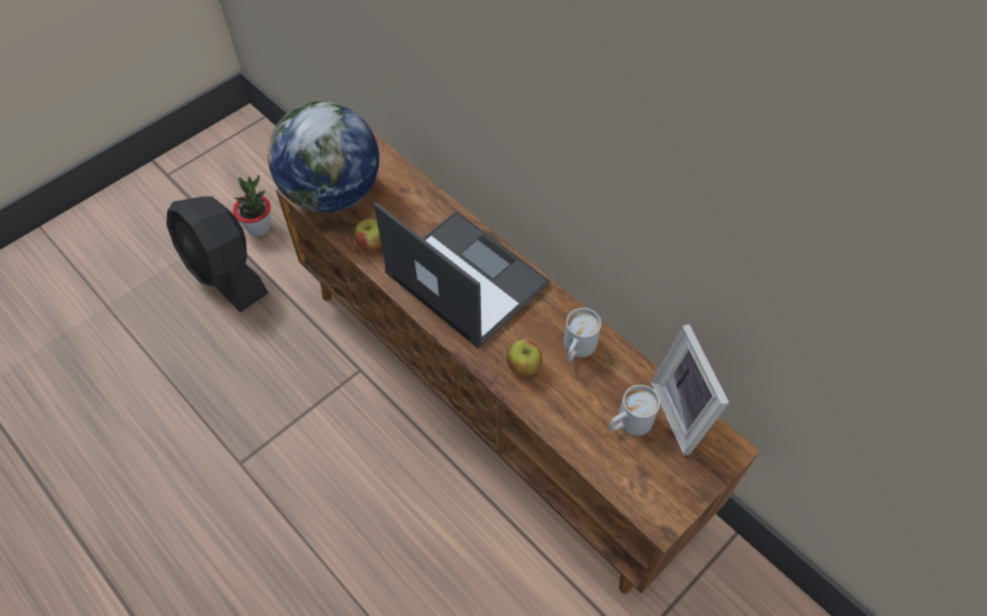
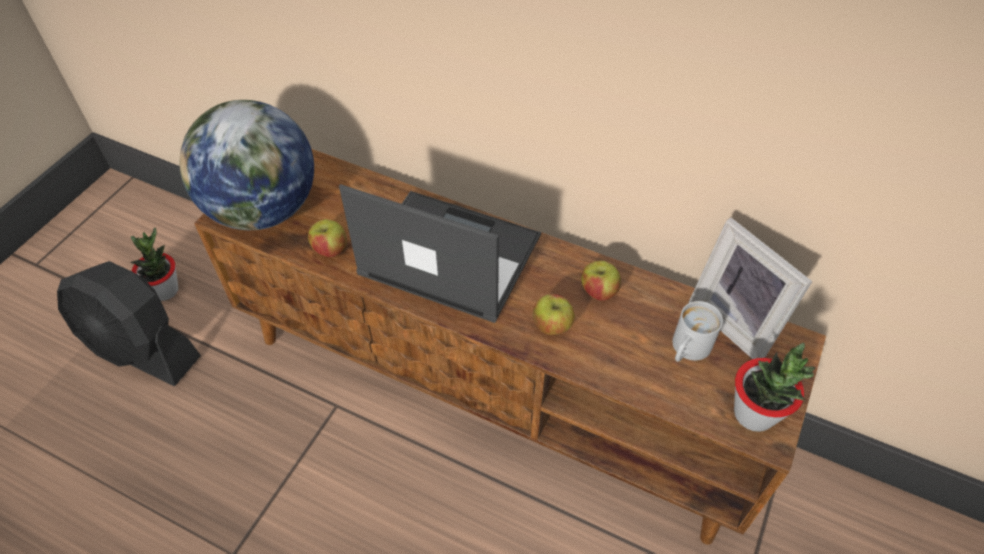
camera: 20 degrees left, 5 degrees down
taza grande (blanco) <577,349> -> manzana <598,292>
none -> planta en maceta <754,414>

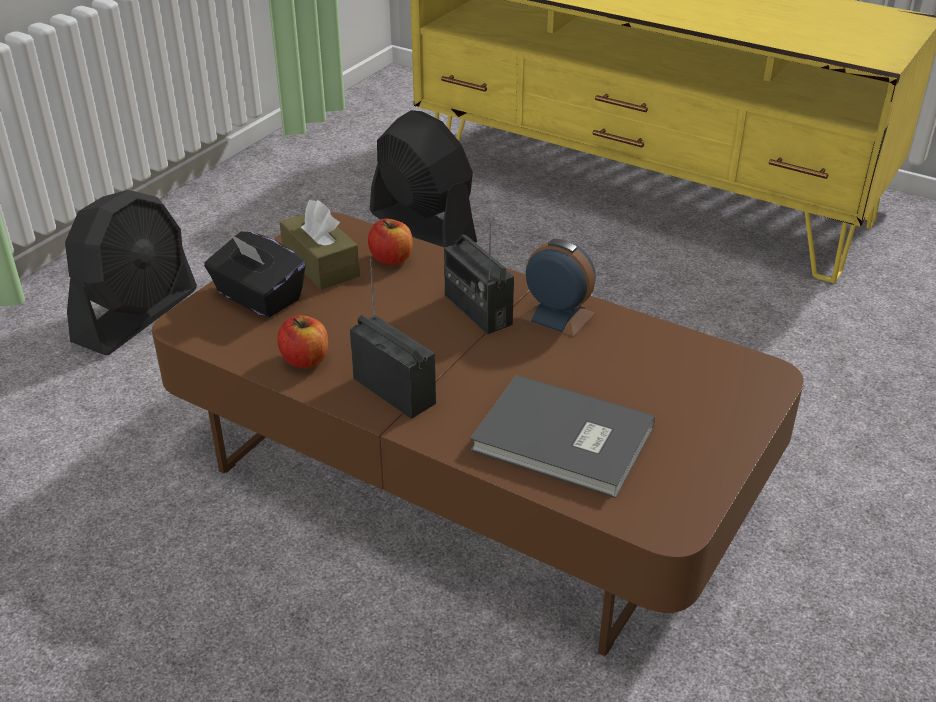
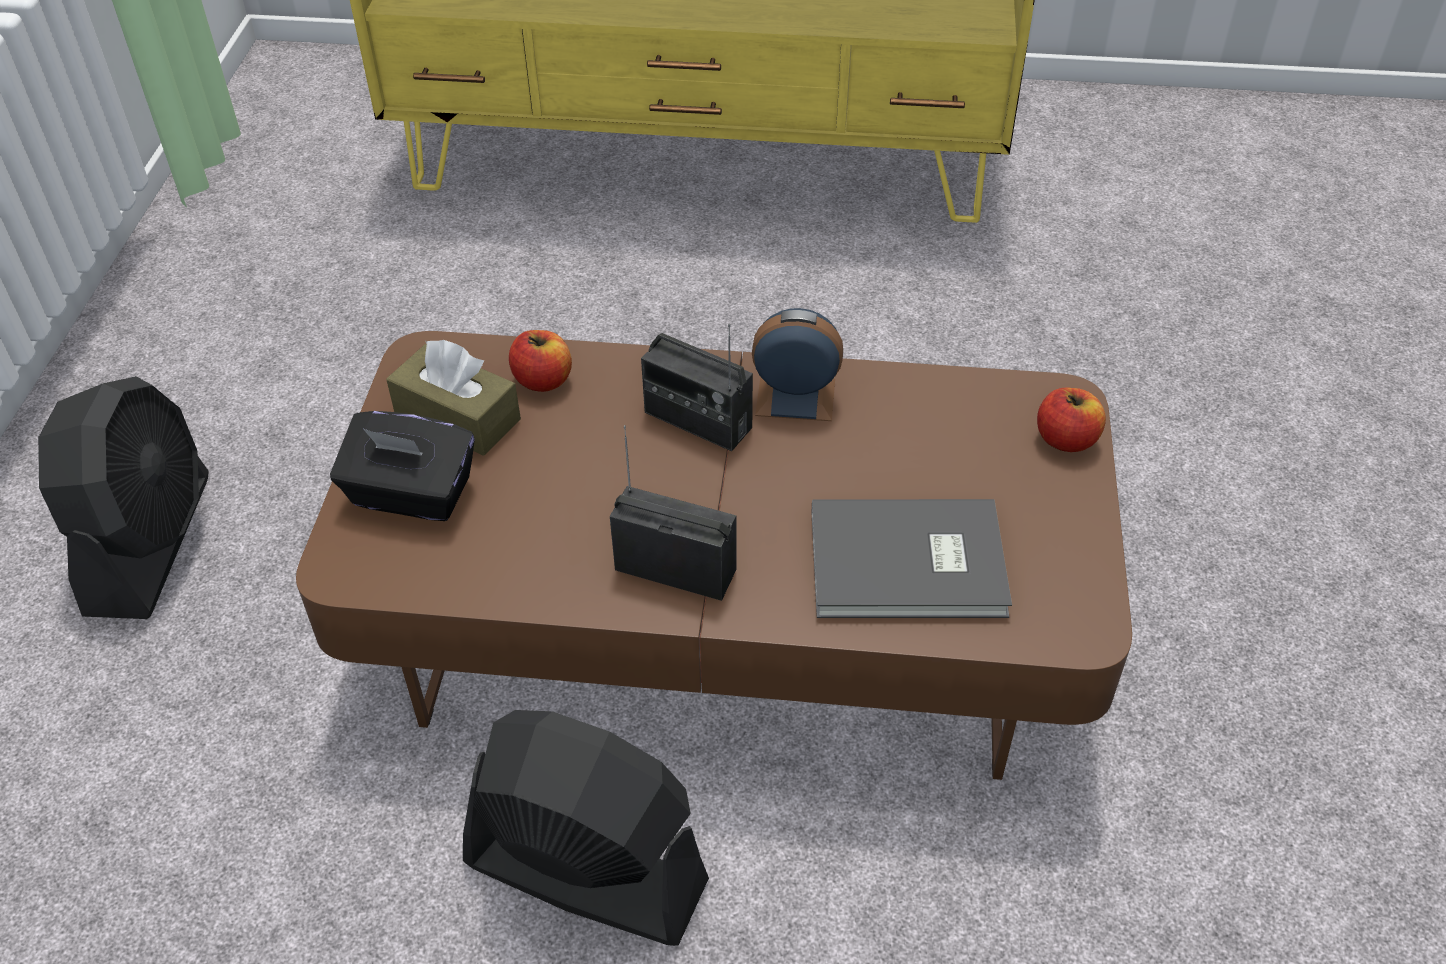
camera: 25 degrees left, 10 degrees up
ventilador (negro) <422,227> -> ventilador (negro) <585,871>, shifted
manzana <305,360> -> manzana <1066,439>, shifted

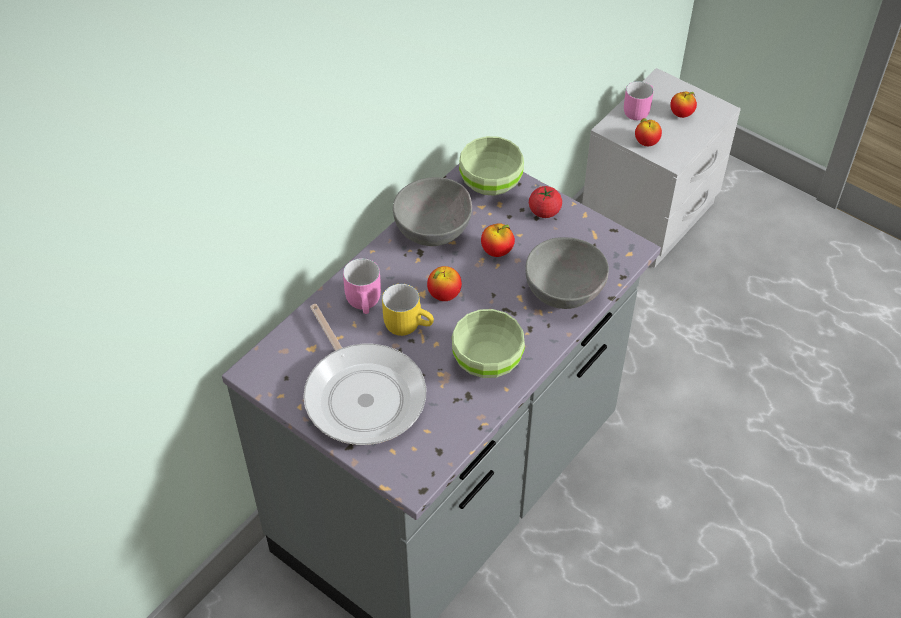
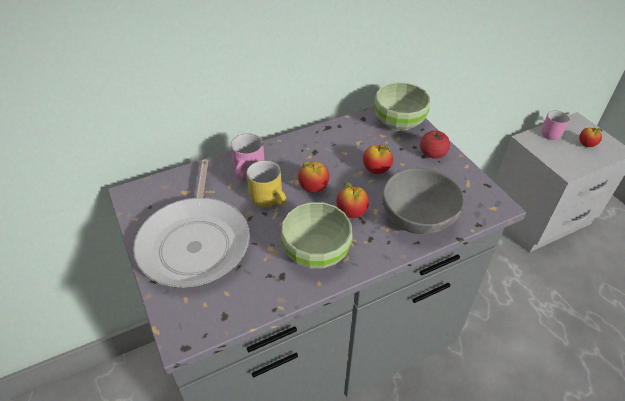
camera: 25 degrees right, 5 degrees down
manzana <646,142> -> manzana <351,213>, shifted
cuenco (gris) <435,230> -> none

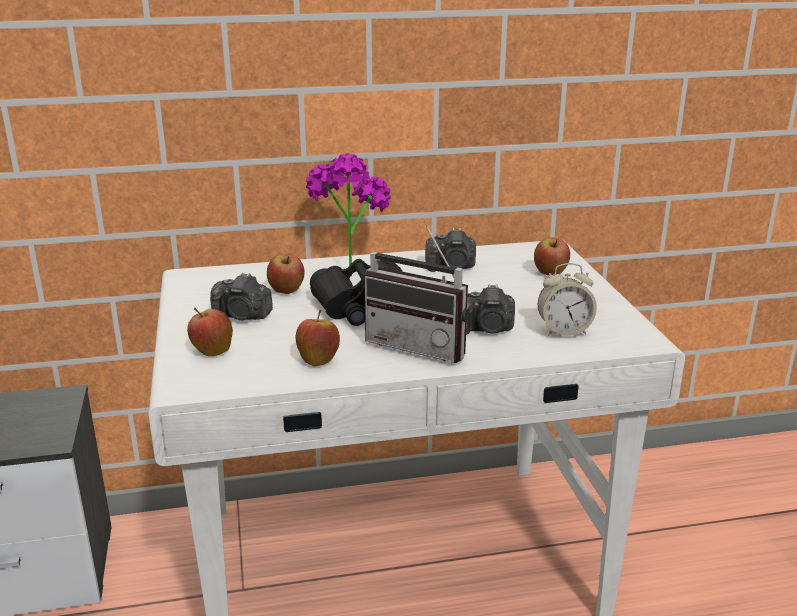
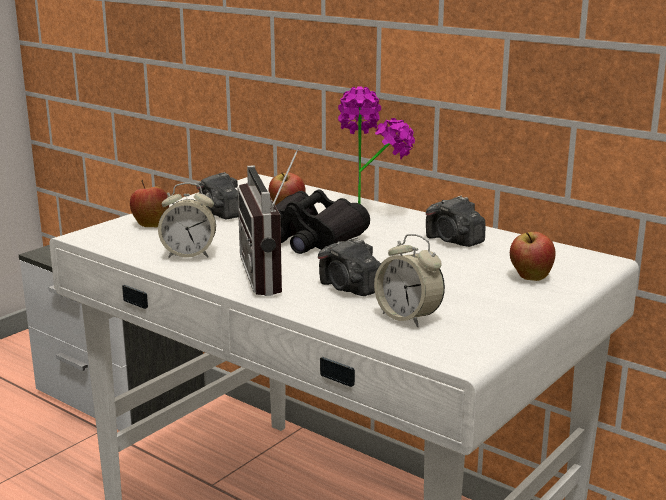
camera: 50 degrees right, 5 degrees down
manzana <318,360> -> despertador <189,254>

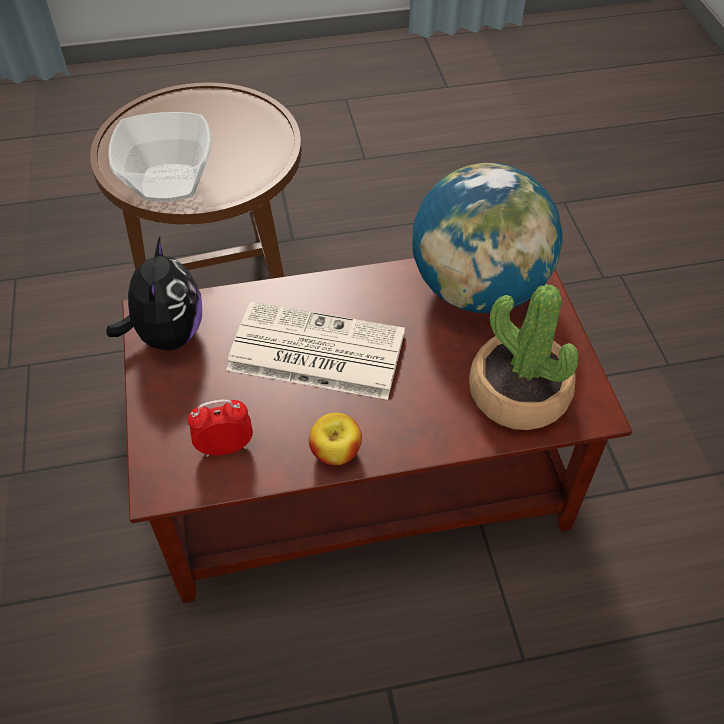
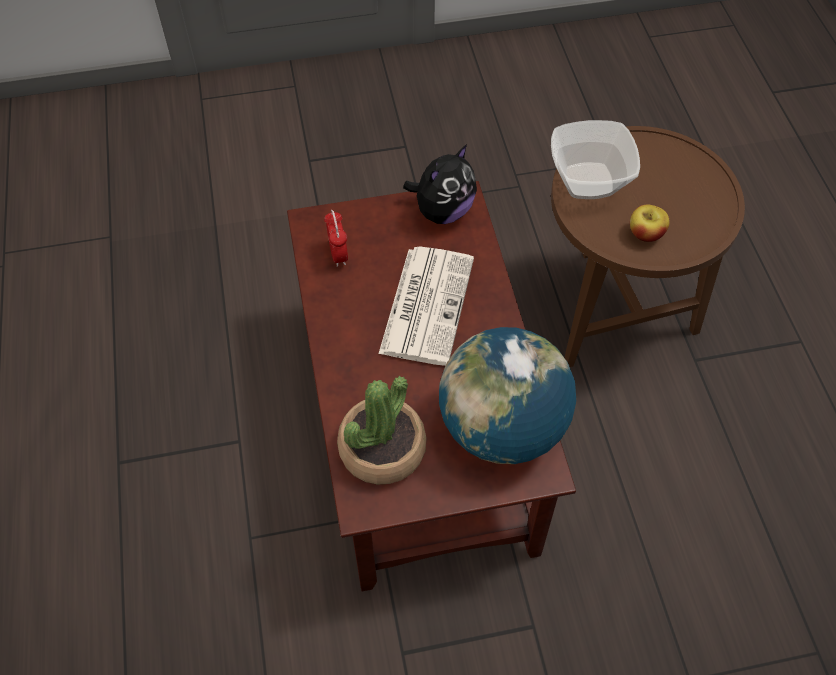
camera: 90 degrees right, 5 degrees up
peluche <167,335> -> peluche <442,211>, 45 degrees counterclockwise
manzana <336,452> -> manzana <645,234>, shifted

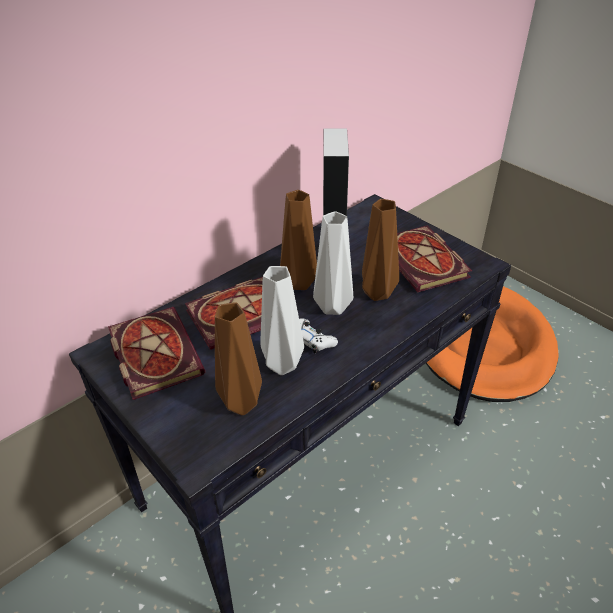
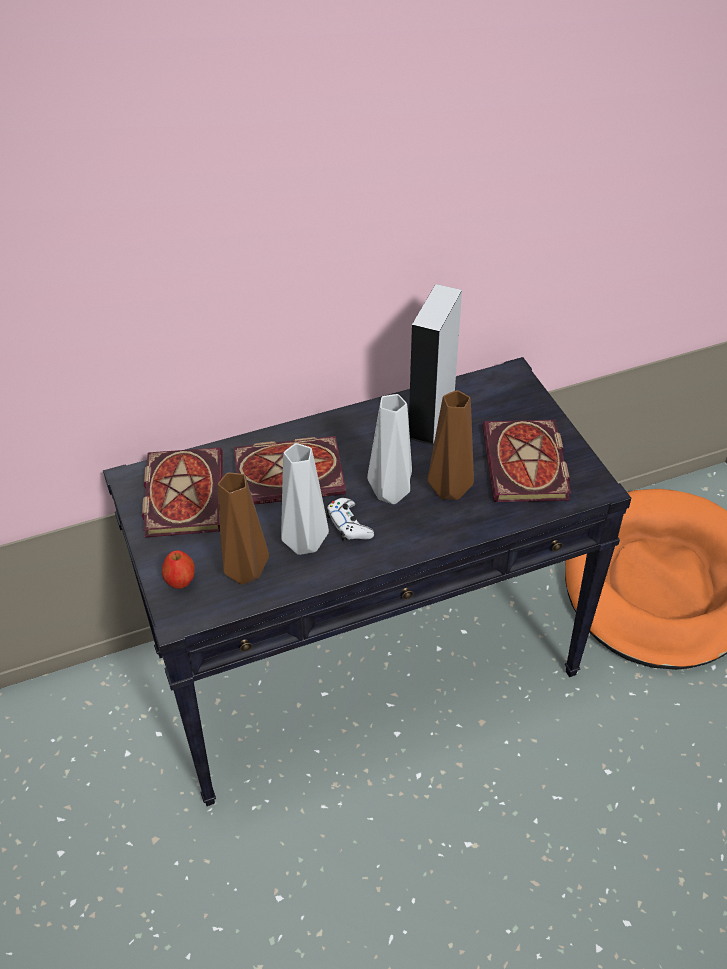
camera: 20 degrees right, 5 degrees up
none -> manzana <180,581>
florero (marrón) <299,284> -> none

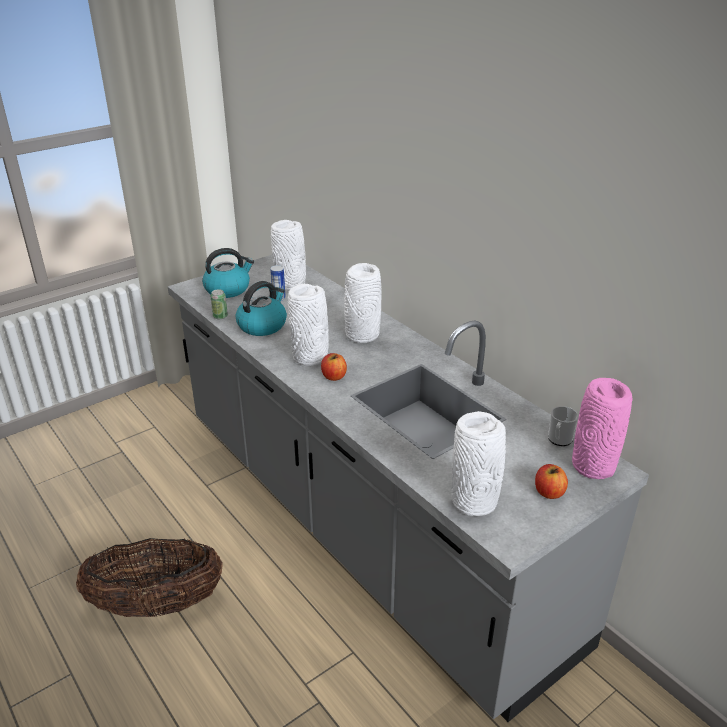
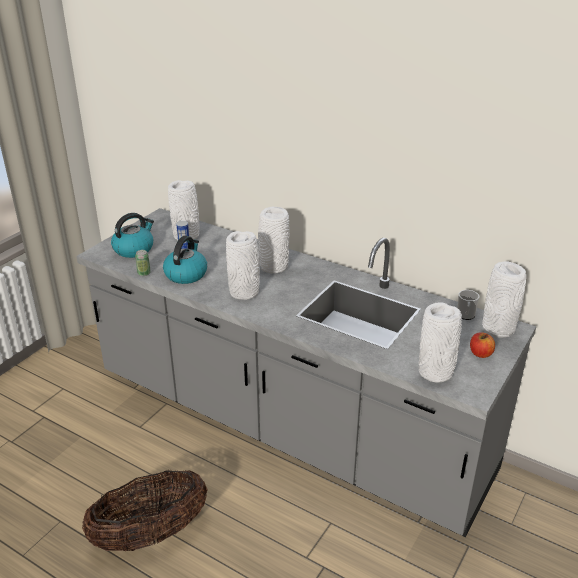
camera: 20 degrees left, 0 degrees up
florero (rosa) <593,467> -> florero (blanco) <498,329>
manzana <334,376> -> none

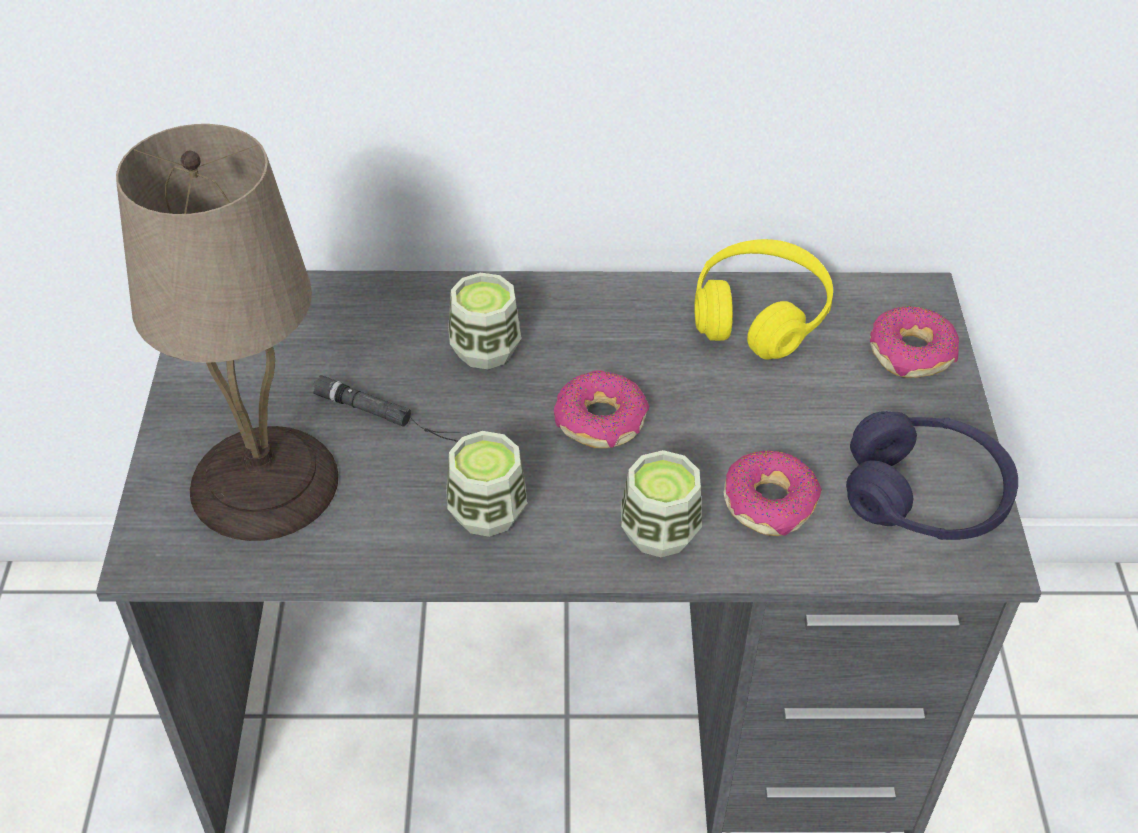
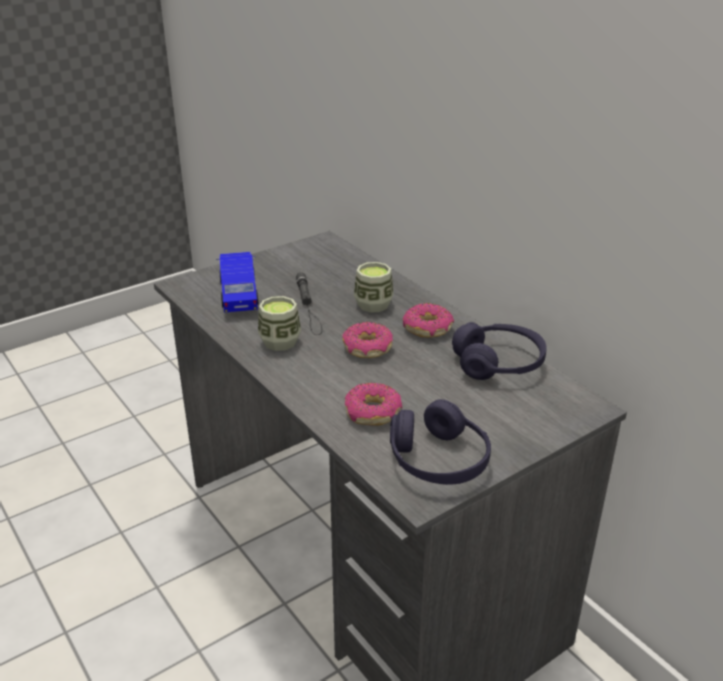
camera: 55 degrees right, 15 degrees down
lámpara de mesa (beis) <265,485> -> coche de juguete (azul) <238,291>
rosquilla <911,353> -> rosquilla <428,328>, shifted
auriculares (amarillo) <759,315> -> auriculares (morado) <498,363>
taza <659,532> -> none

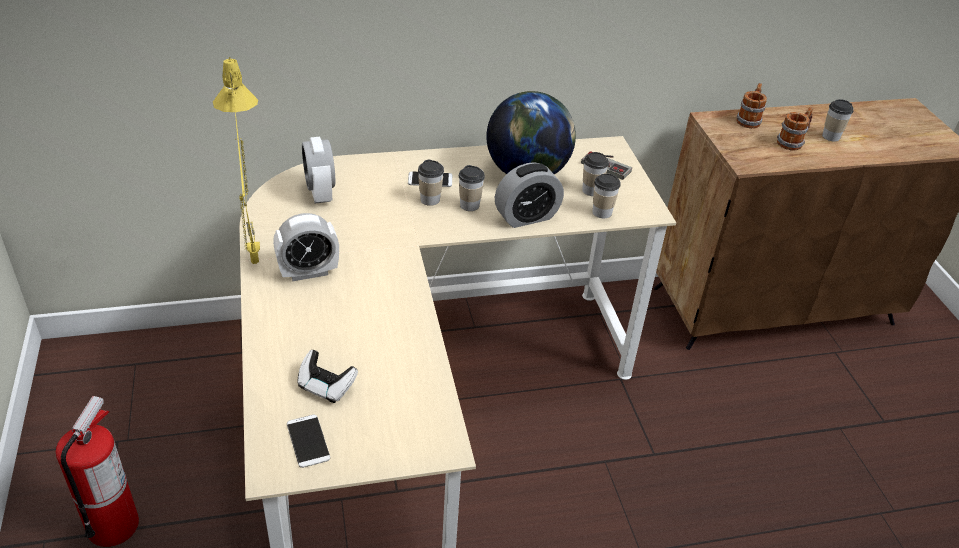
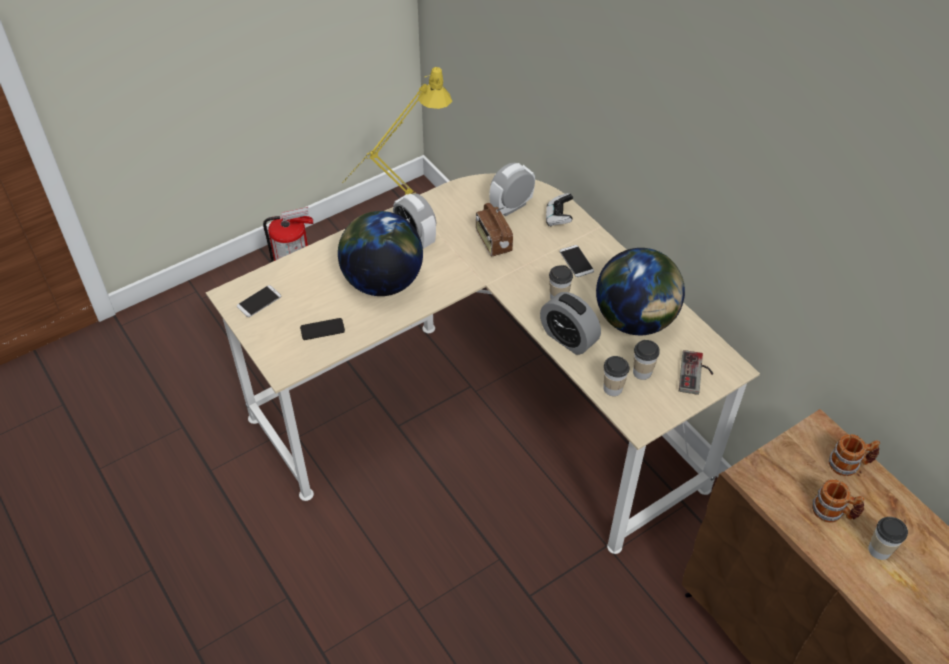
camera: 70 degrees right, 10 degrees up
none -> móvil <322,329>
none -> globo terráqueo <382,281>
none -> radio <493,242>
mando de consola <326,387> -> mando de consola <558,218>, shifted
taza <430,200> -> none

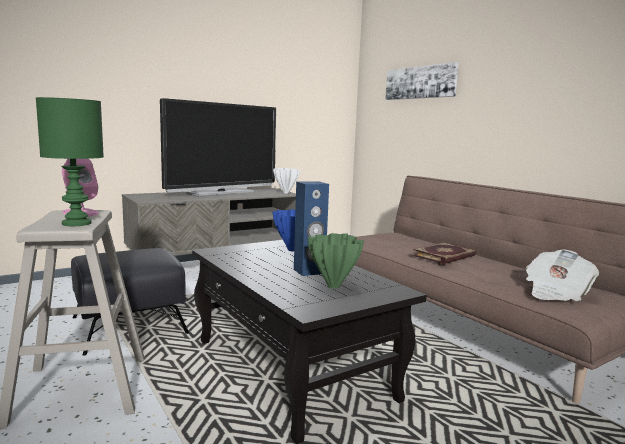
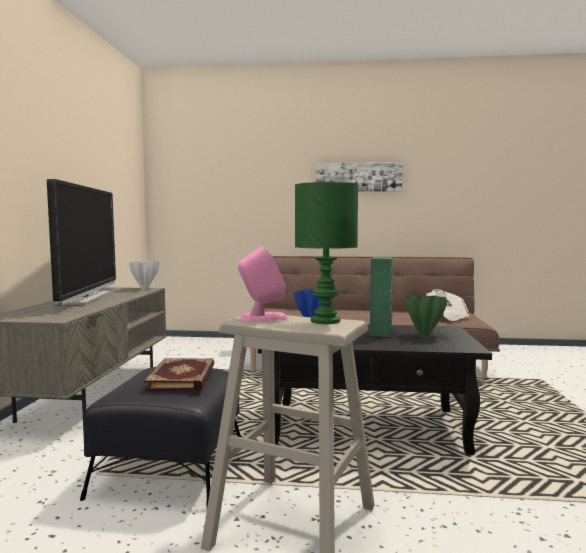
camera: 50 degrees left, 5 degrees down
libro <445,256> -> libro <183,377>, shifted
cuadro <420,82> -> cuadro <358,177>, shifted
altavoz (azul) <309,271> -> altavoz (verde) <380,334>

